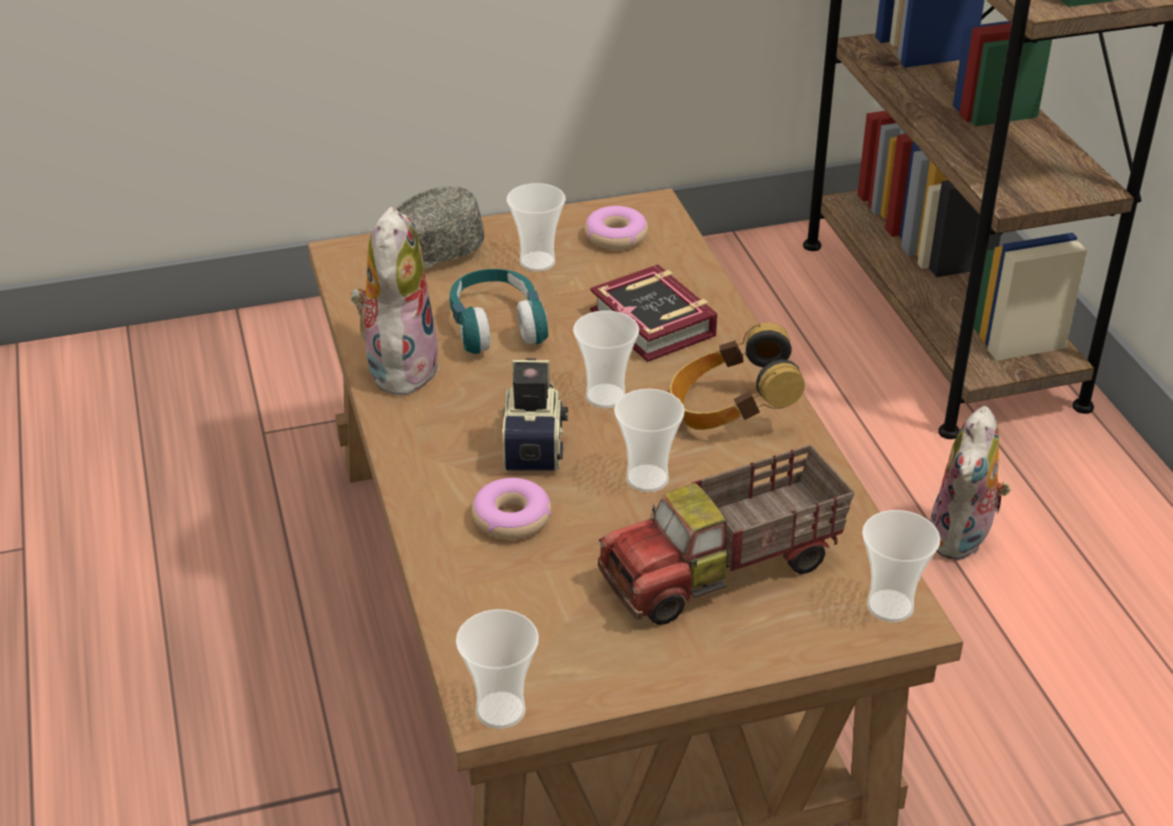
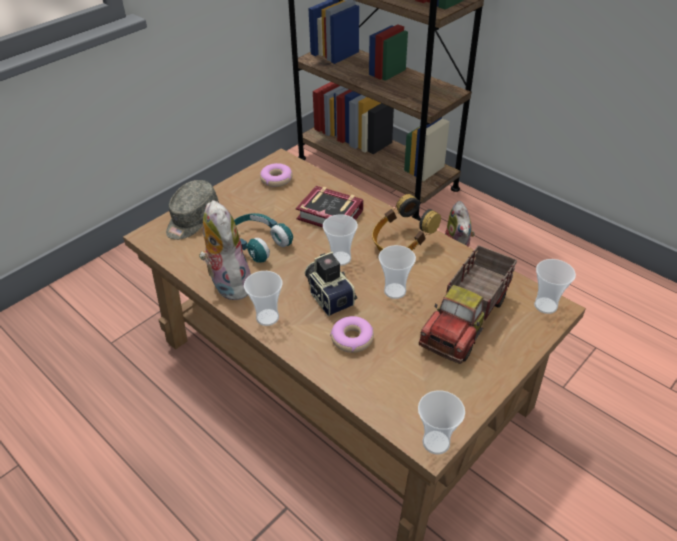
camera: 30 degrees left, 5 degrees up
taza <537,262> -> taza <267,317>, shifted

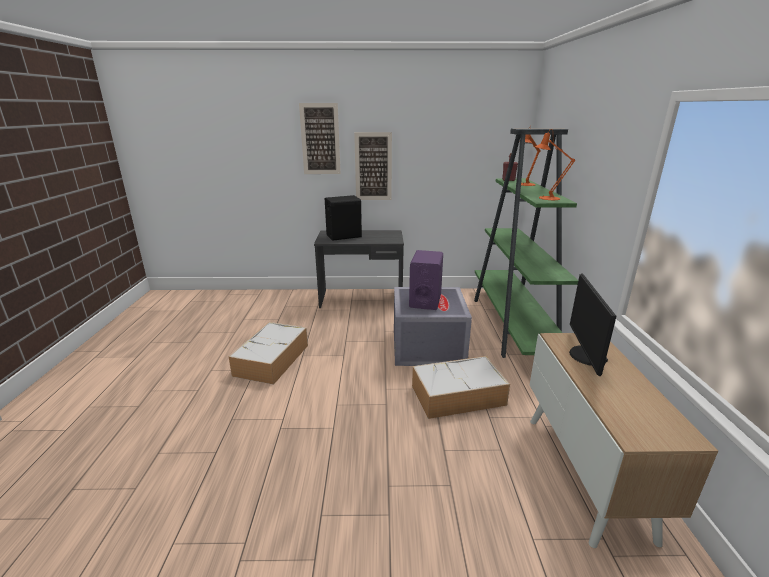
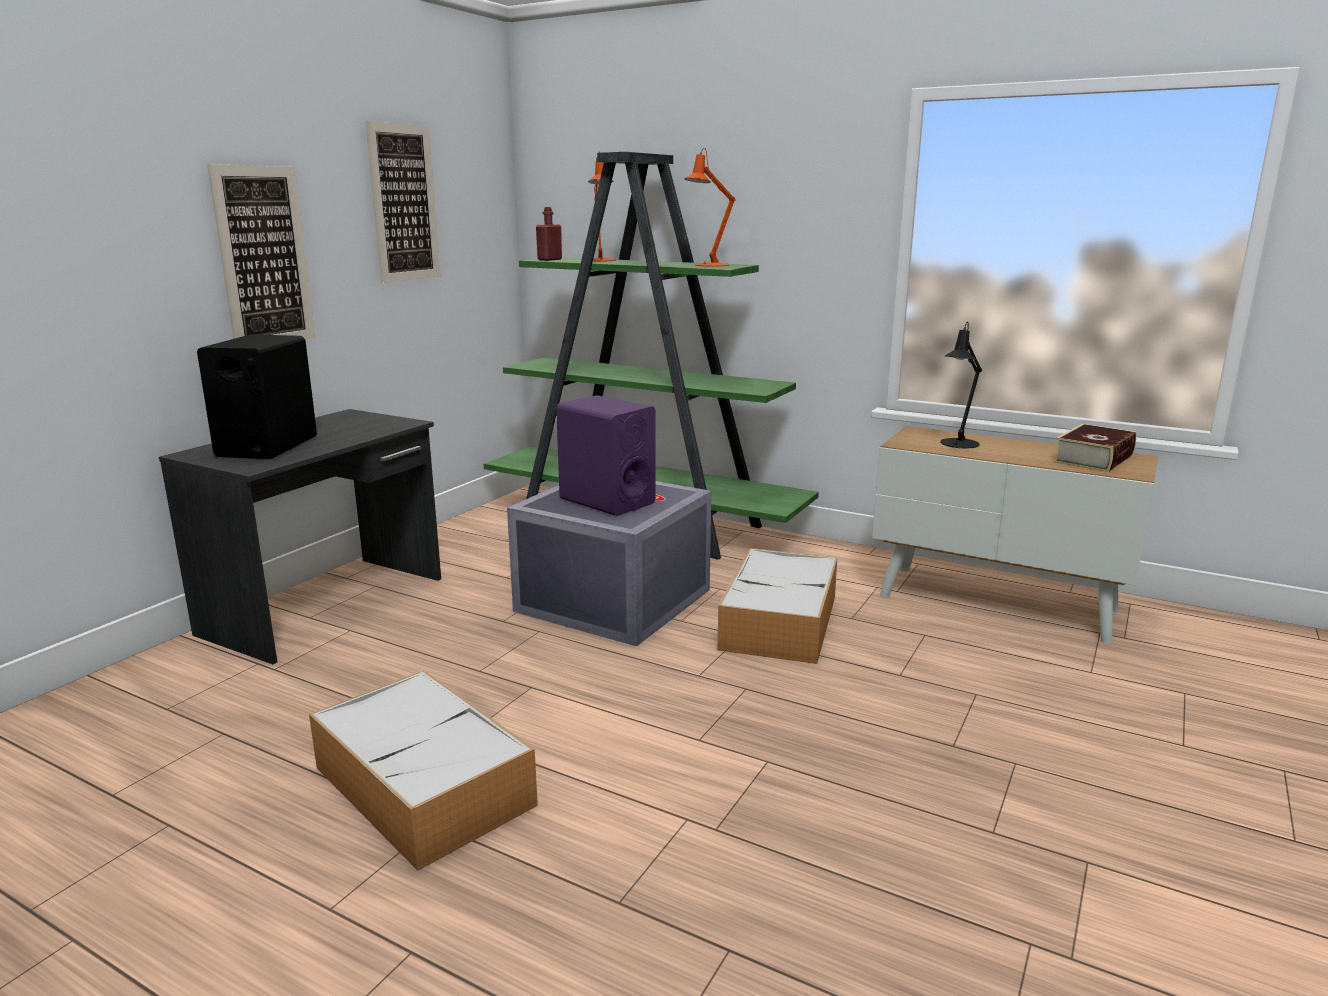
camera: 60 degrees left, 5 degrees down
cuadro <320,139> -> cuadro <404,203>, shifted
monitor <586,356> -> lámpara de mesa (negro) <957,444>
none -> libro <1093,458>

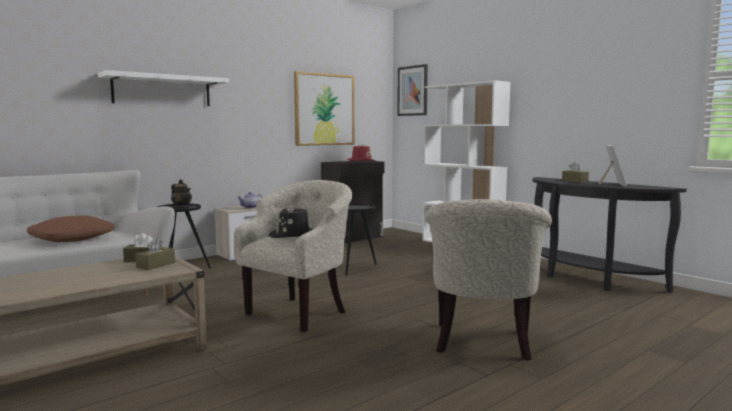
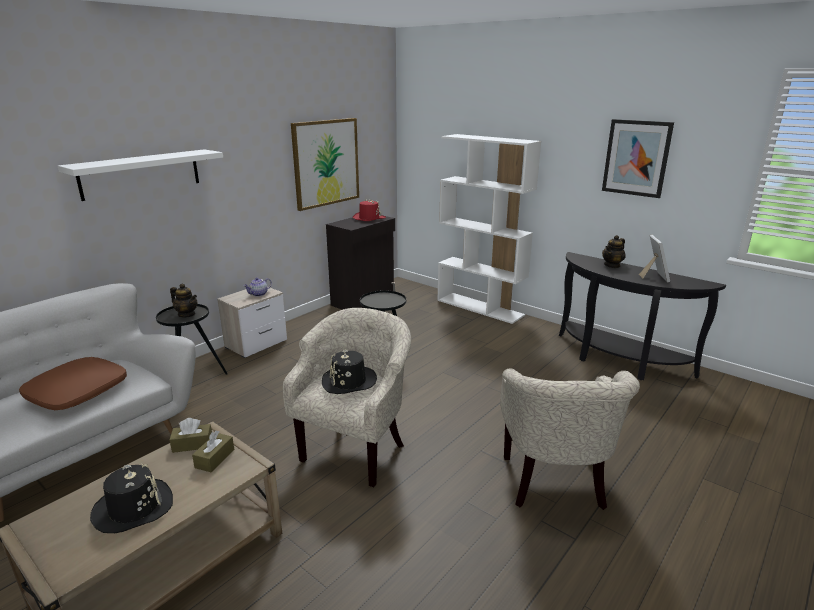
camera: 10 degrees left, 15 degrees up
none -> sombrero (negro) <133,507>
cuadro <412,91> -> cuadro <636,158>, shifted
caja de pañuelos (marrón) <574,181> -> tetera <612,265>

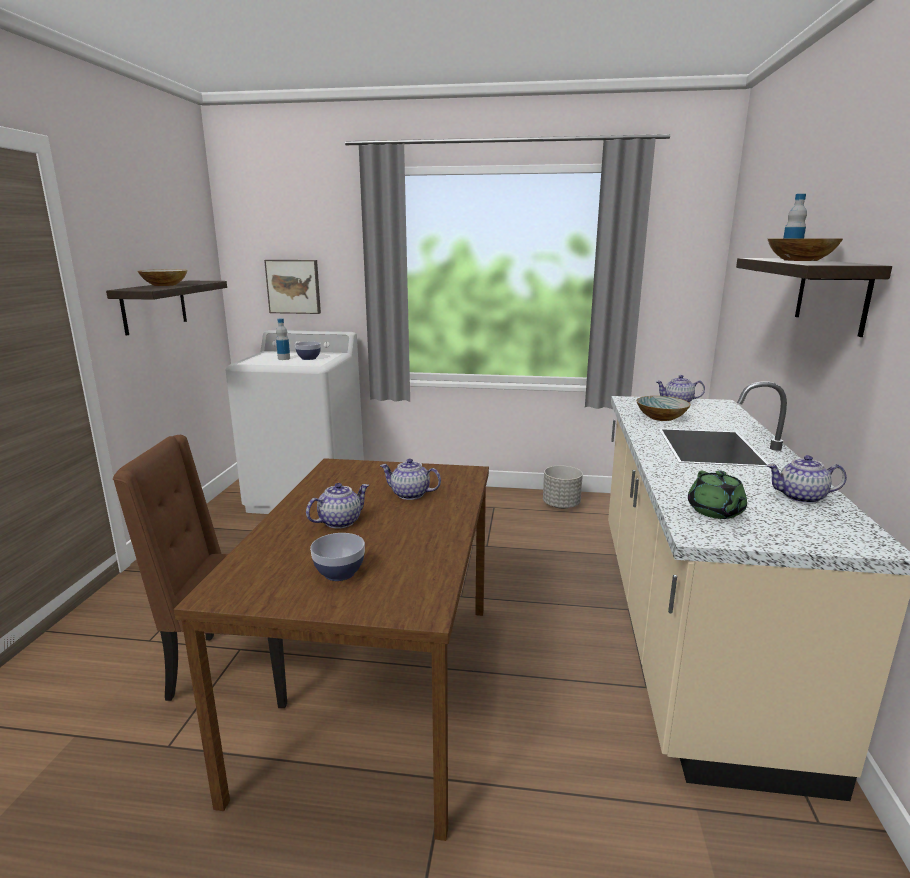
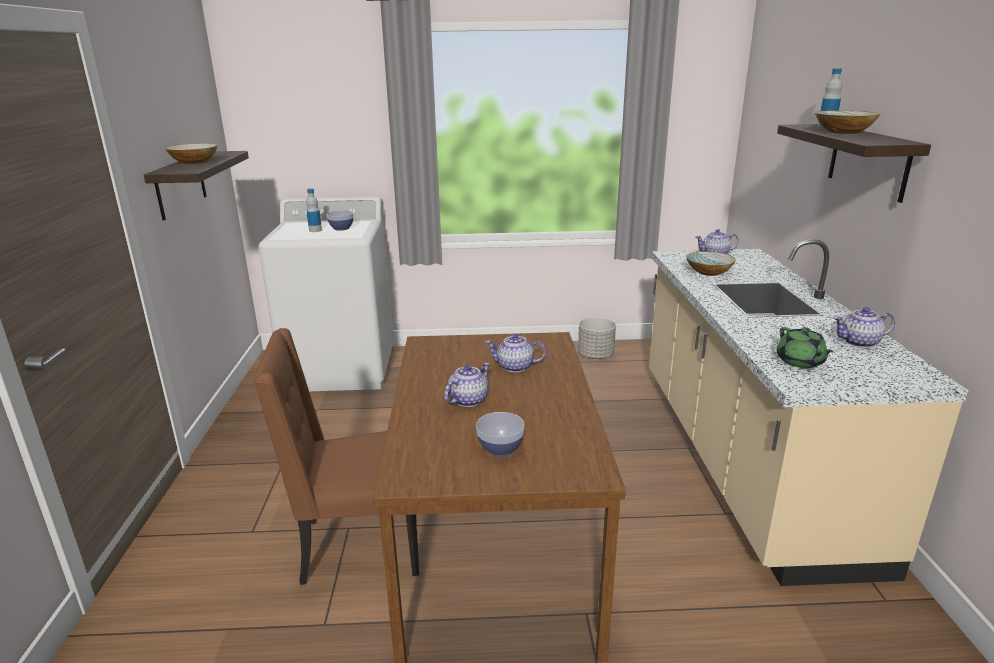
camera: 10 degrees left, 5 degrees up
cuadro <294,286> -> none

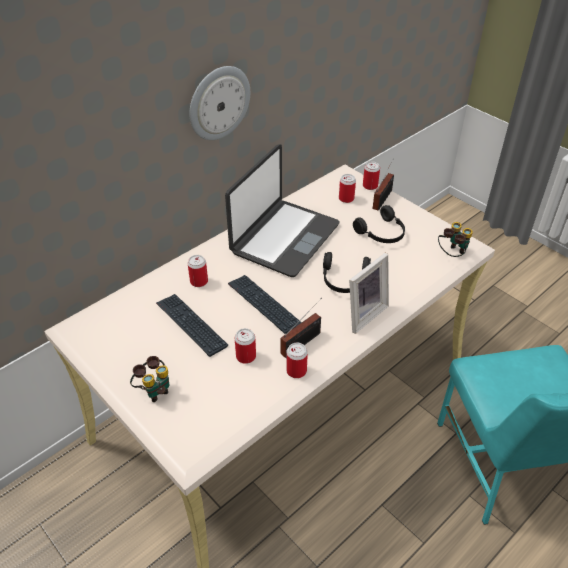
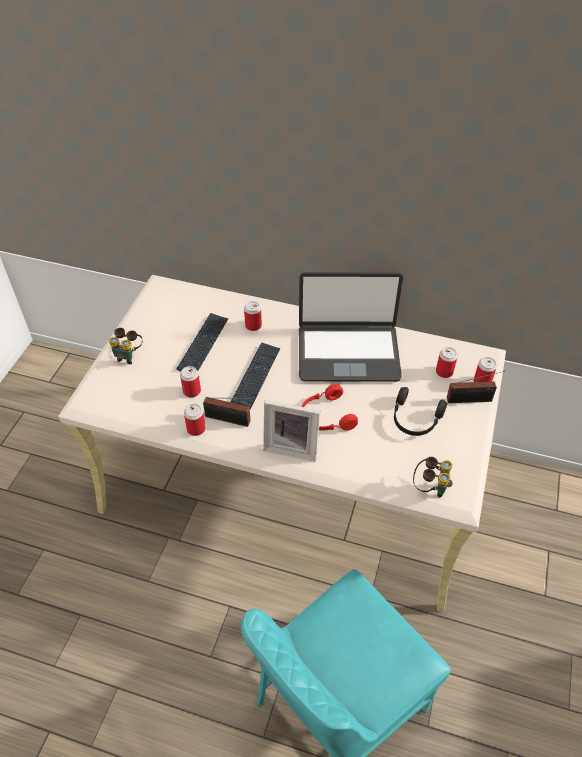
camera: 60 degrees right, 5 degrees up
auriculares (negro) <344,280> -> auriculares (rojo) <325,417>
reloj de pared <218,103> -> none

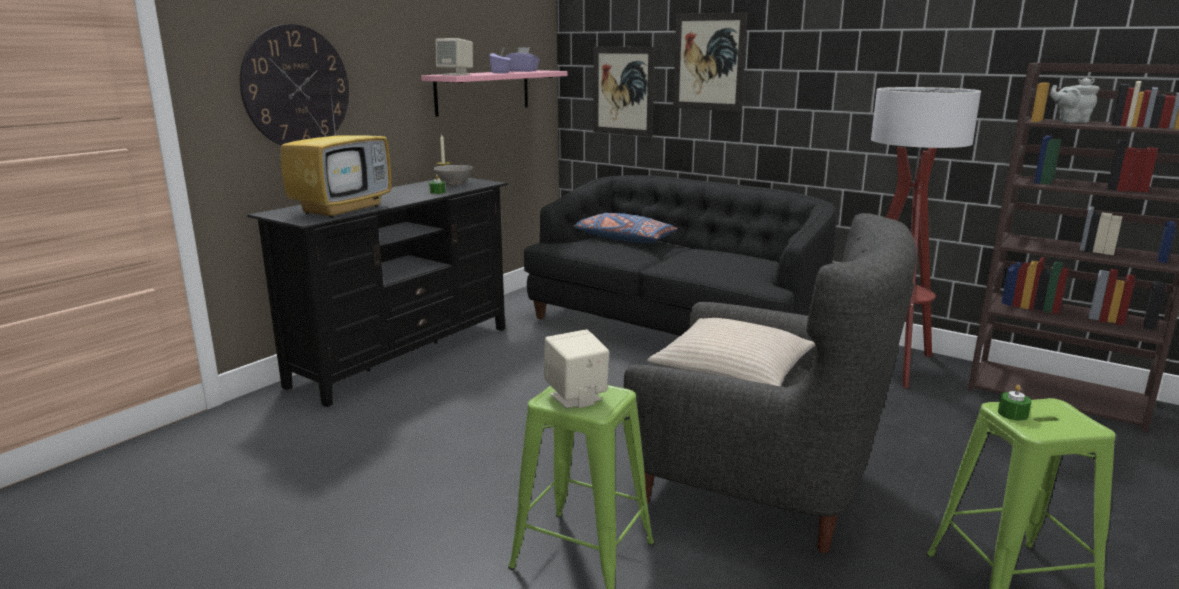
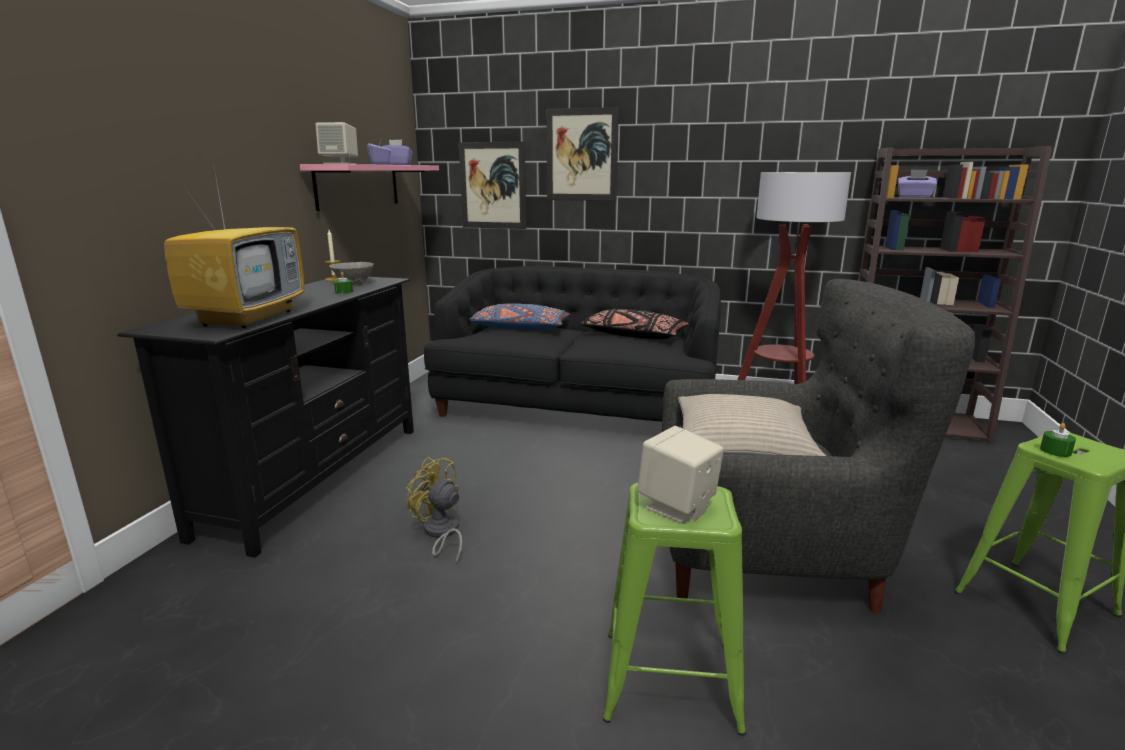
camera: 20 degrees left, 0 degrees up
none -> ventilador (amarillo) <440,533>
none -> cojín (negro) <633,335>
tetera (gris) <1070,121> -> caja de pañuelos (morado) <914,197>
reloj de pared <296,87> -> none

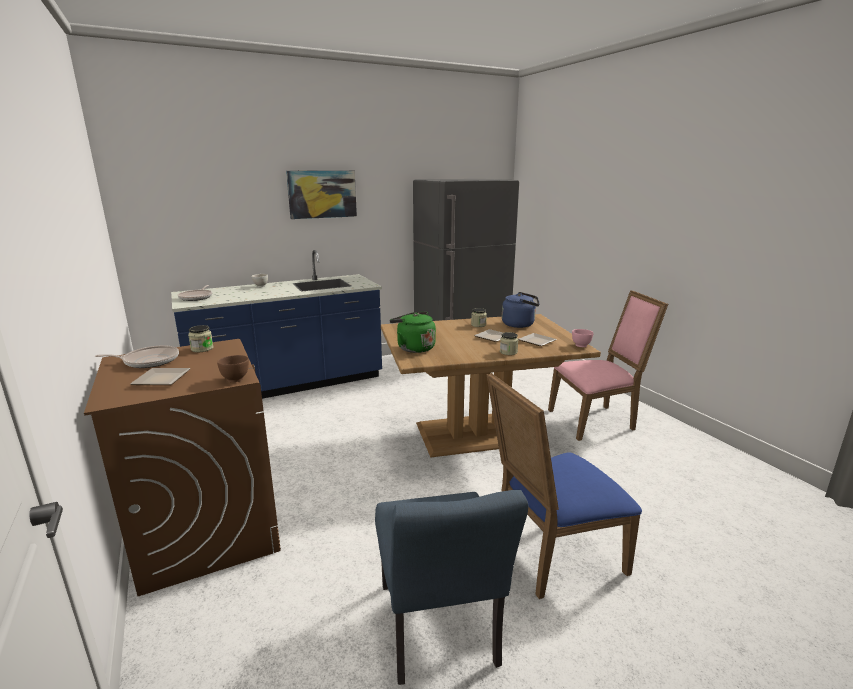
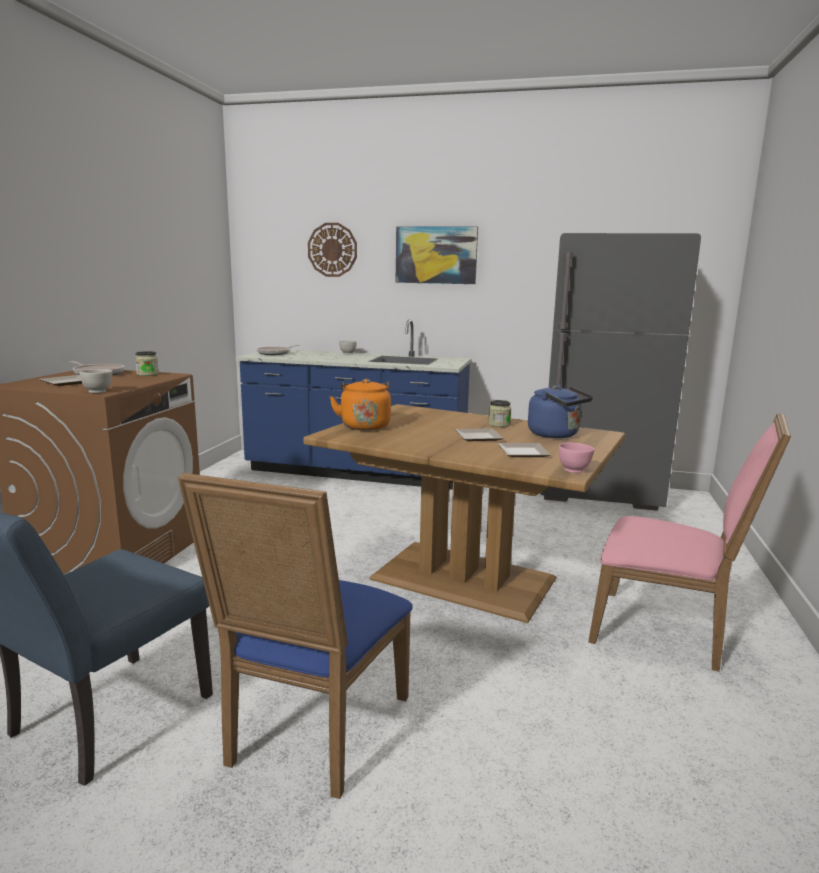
camera: 40 degrees right, 5 degrees down
cuenco (marrón) <235,379> -> cuenco (blanco) <98,392>
silla (azul) <551,556> -> silla (azul) <311,734>, 90 degrees counterclockwise
none -> reloj de pared <332,250>
hervidor (verde) <413,348> -> hervidor (naranja) <364,426>
tarro <508,352> -> none

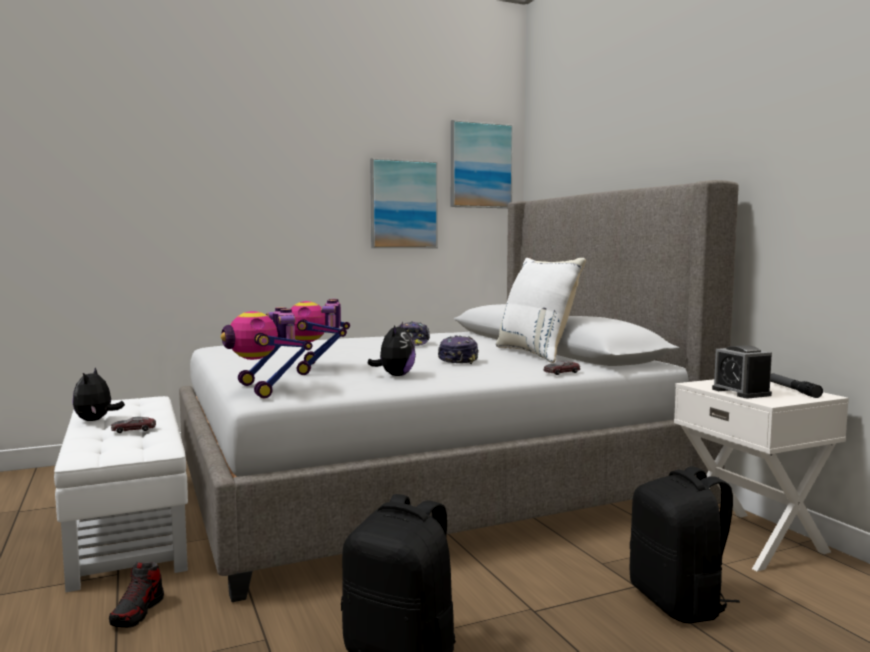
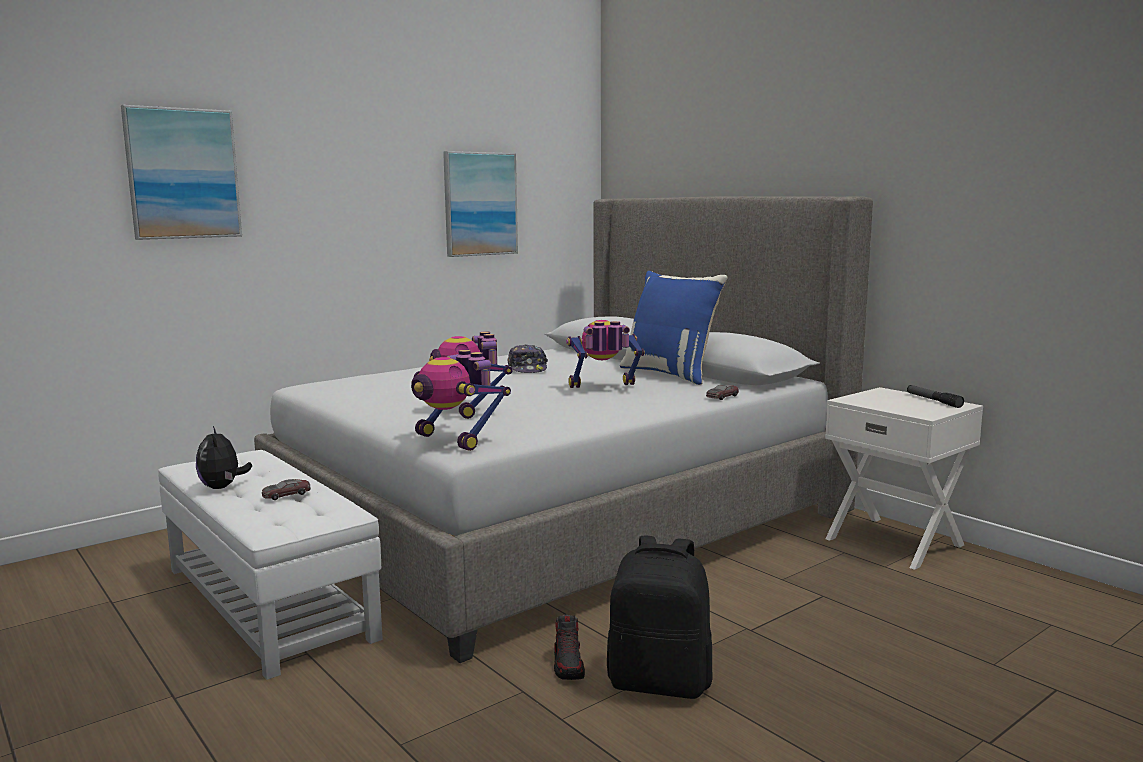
camera: 15 degrees left, 5 degrees up
cuadro <480,165> -> cuadro <183,174>, shifted
zapato <137,612> -> zapato <568,665>, shifted
gorra <458,360> -> robot de juguete <603,388>
cojín (blanco) <537,353> -> cojín (azul) <671,374>
peluche <395,375> -> none
mochila (negro) <679,603> -> none
despertador <741,392> -> none

